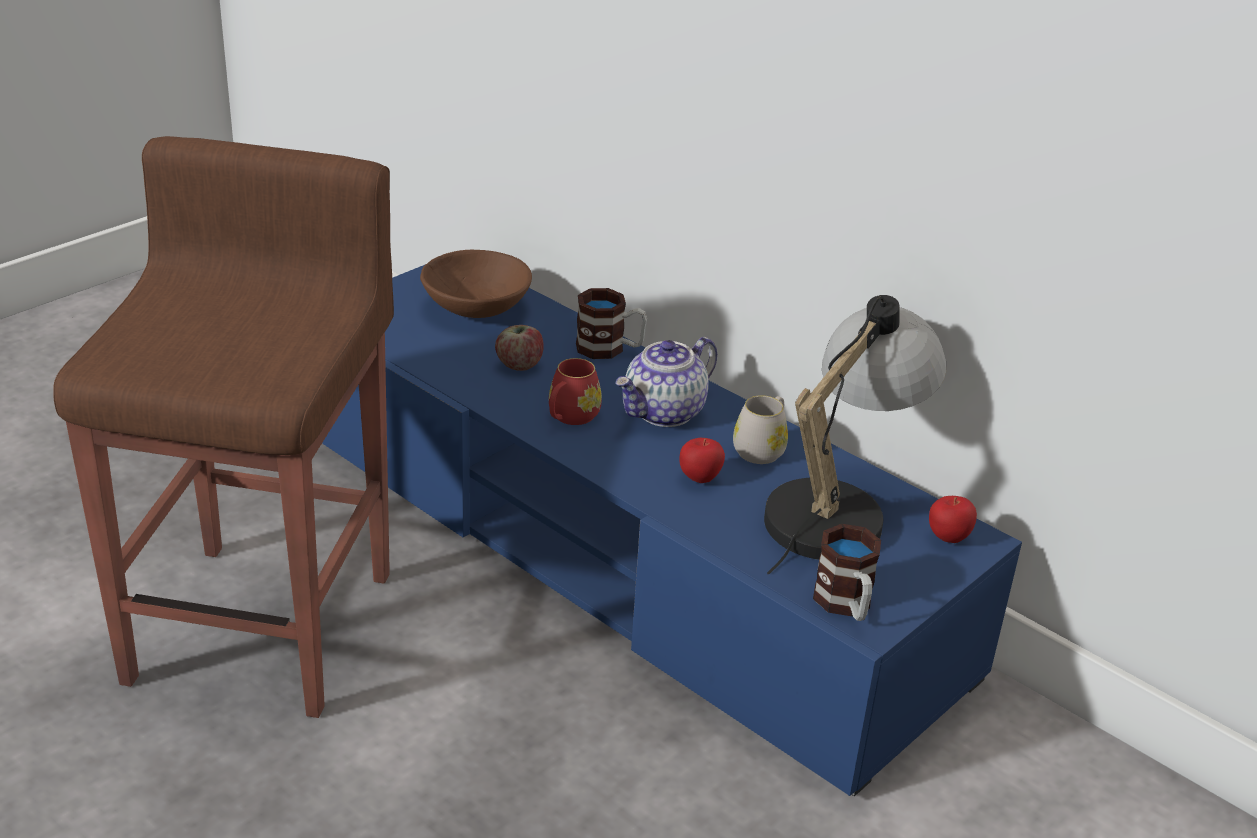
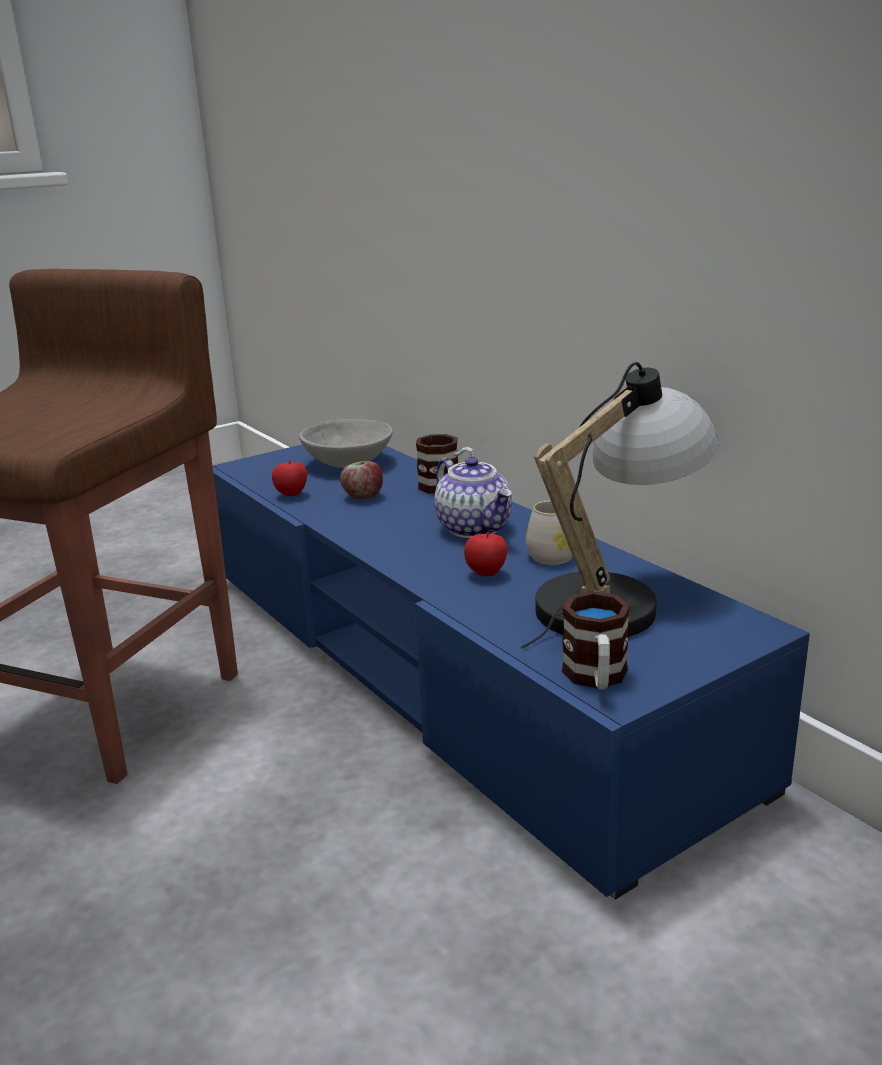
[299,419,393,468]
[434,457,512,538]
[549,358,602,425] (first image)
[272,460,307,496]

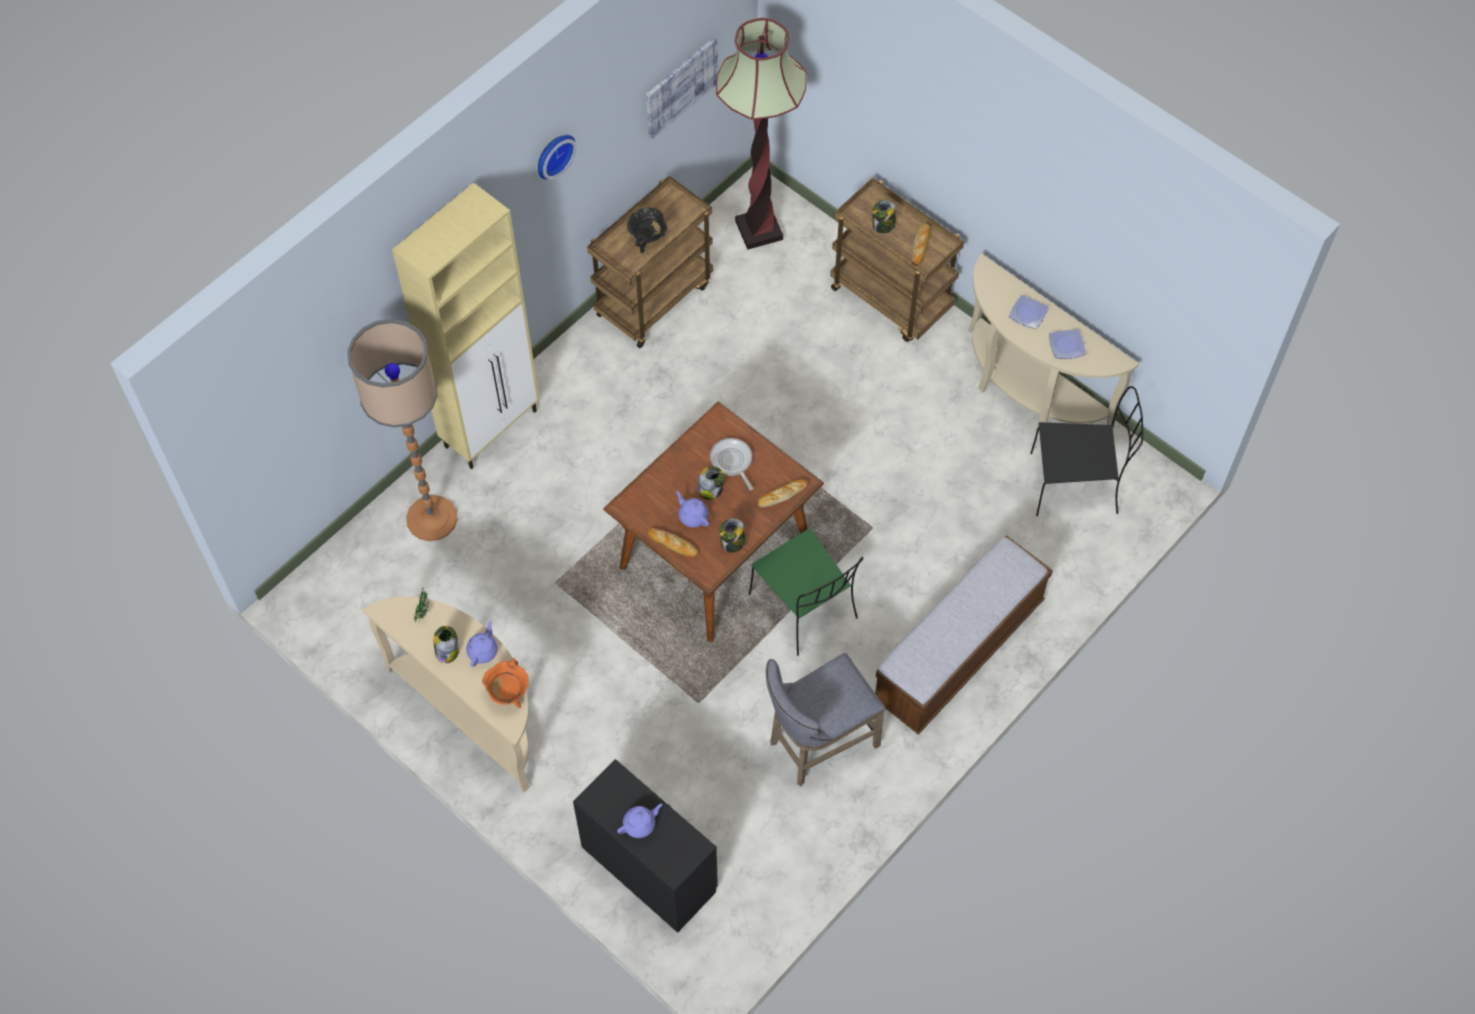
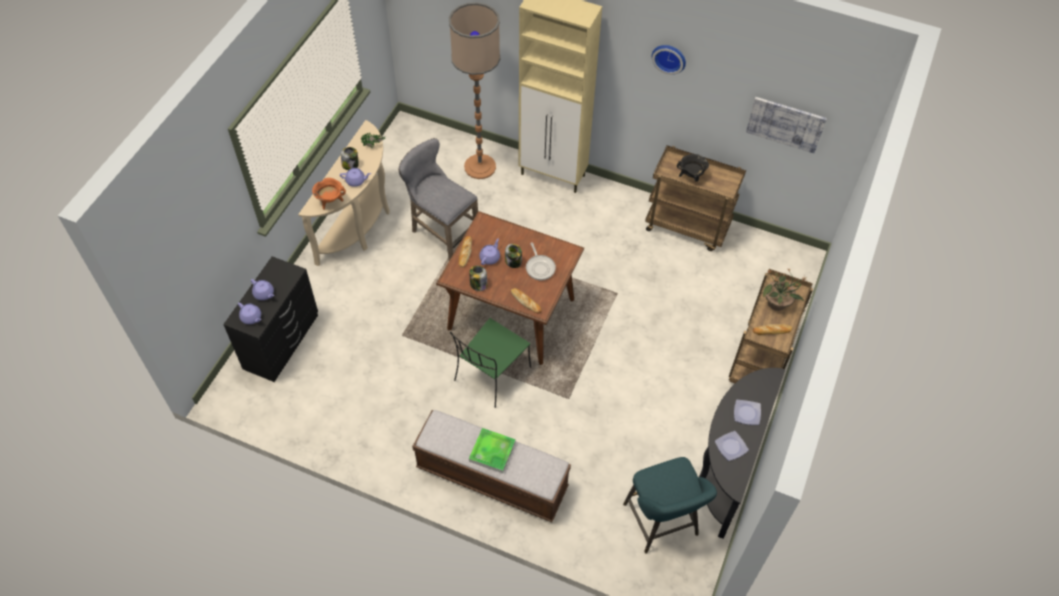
[716,18,807,250] (first image)
[763,269,806,311]
[699,368,785,539]
[623,457,717,554]
[526,242,556,280]
[399,138,478,261]
[238,302,261,324]
[469,428,516,473]

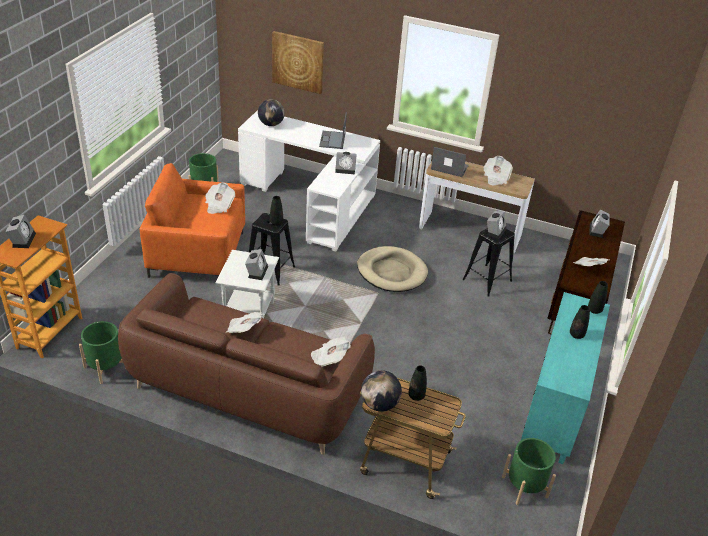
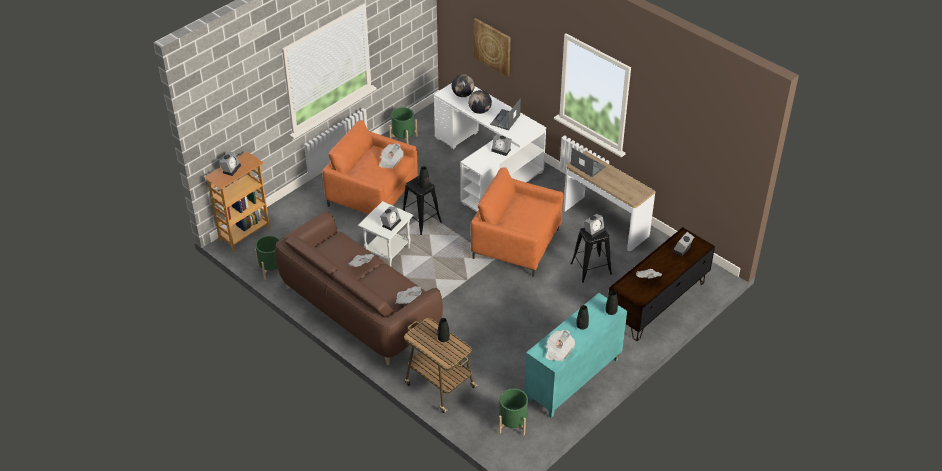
[546,330,575,362]
[471,167,563,277]
[468,90,492,114]

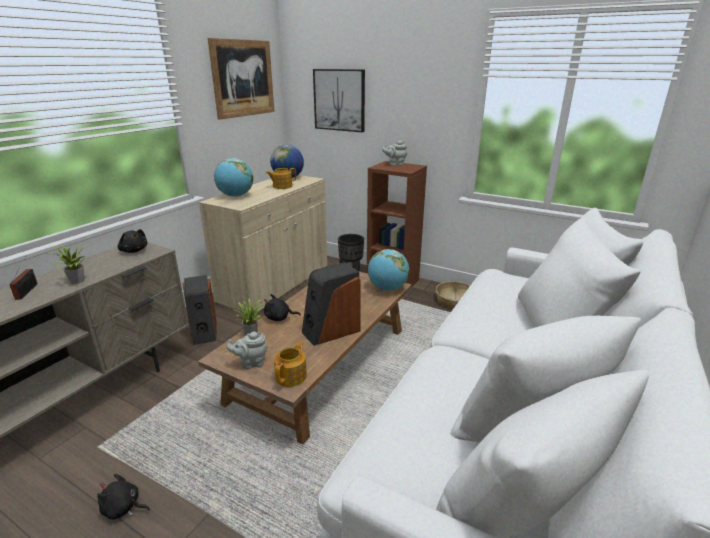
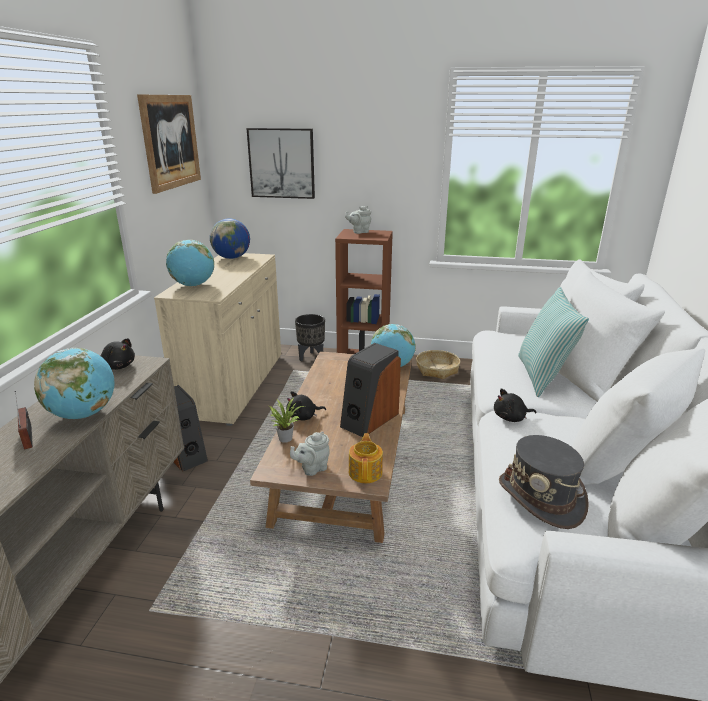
[266,168,296,189] (first image)
[34,348,115,419]
[494,389,536,422]
[518,287,589,397]
[499,435,589,529]

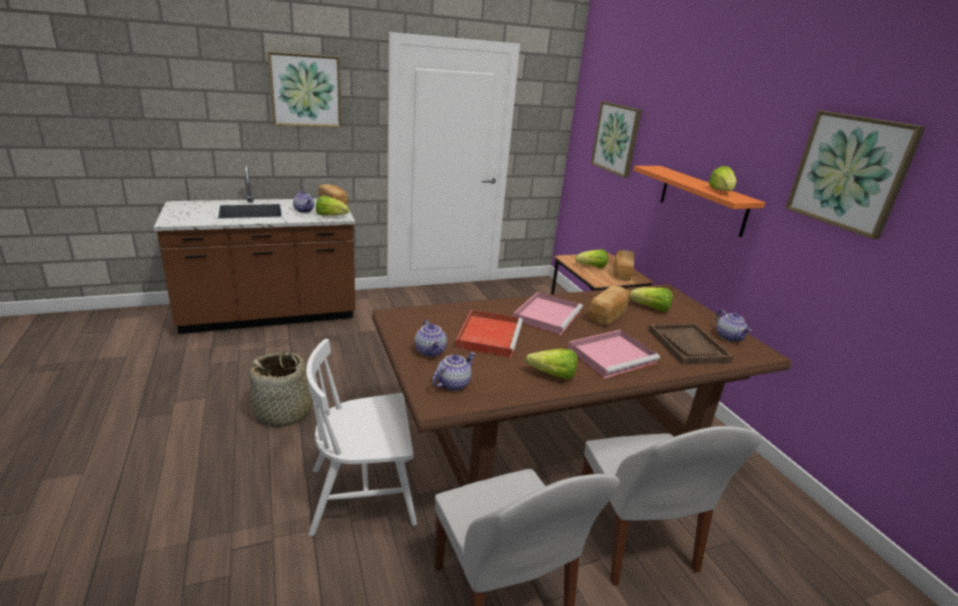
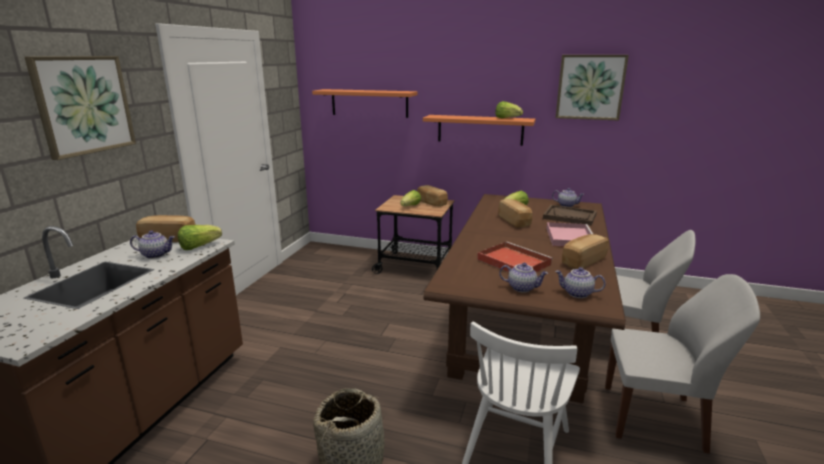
[312,89,418,118]
[513,292,583,335] (first image)
[562,234,609,269]
[555,267,606,298]

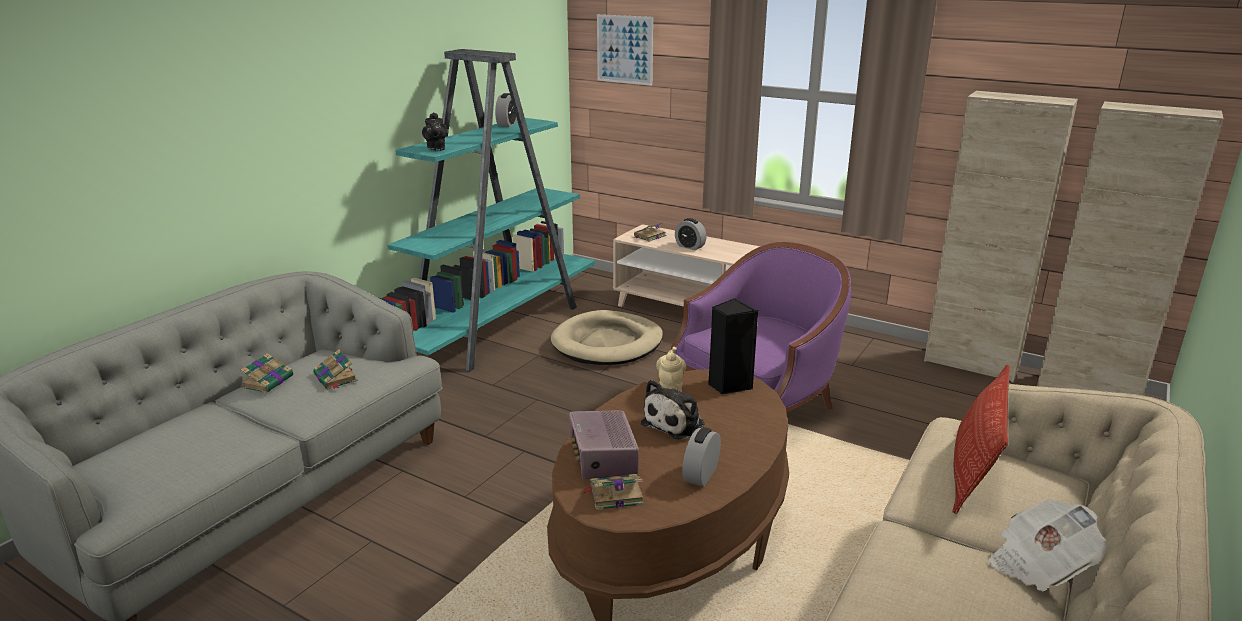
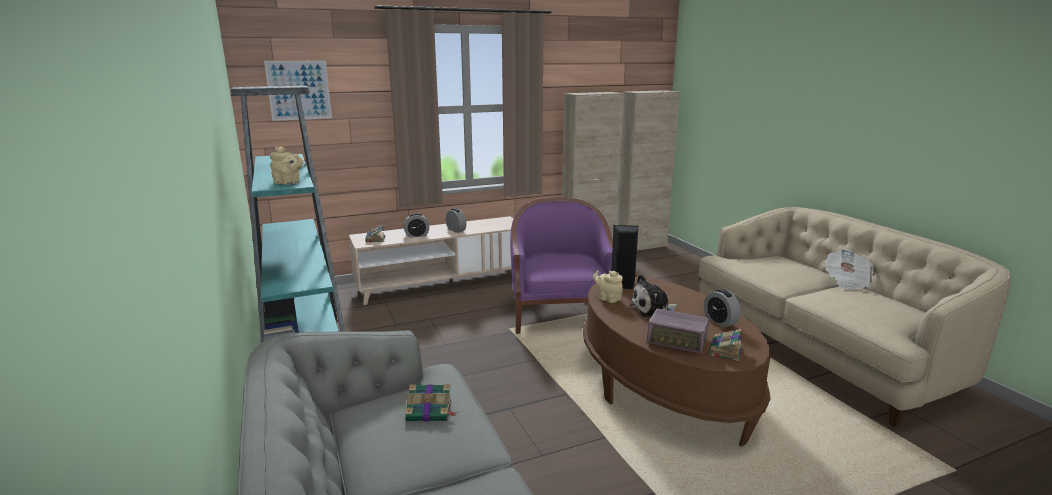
[446,208,466,233]
[270,146,304,185]
[551,310,663,365] (first image)
[240,353,293,393] (first image)
[952,365,1010,514] (first image)
[629,275,678,318]

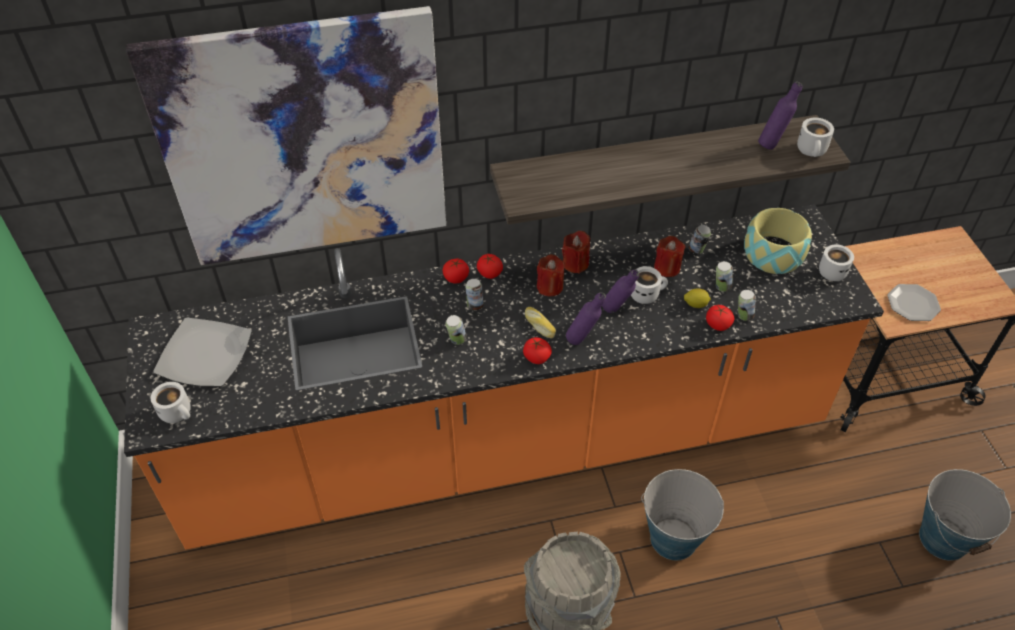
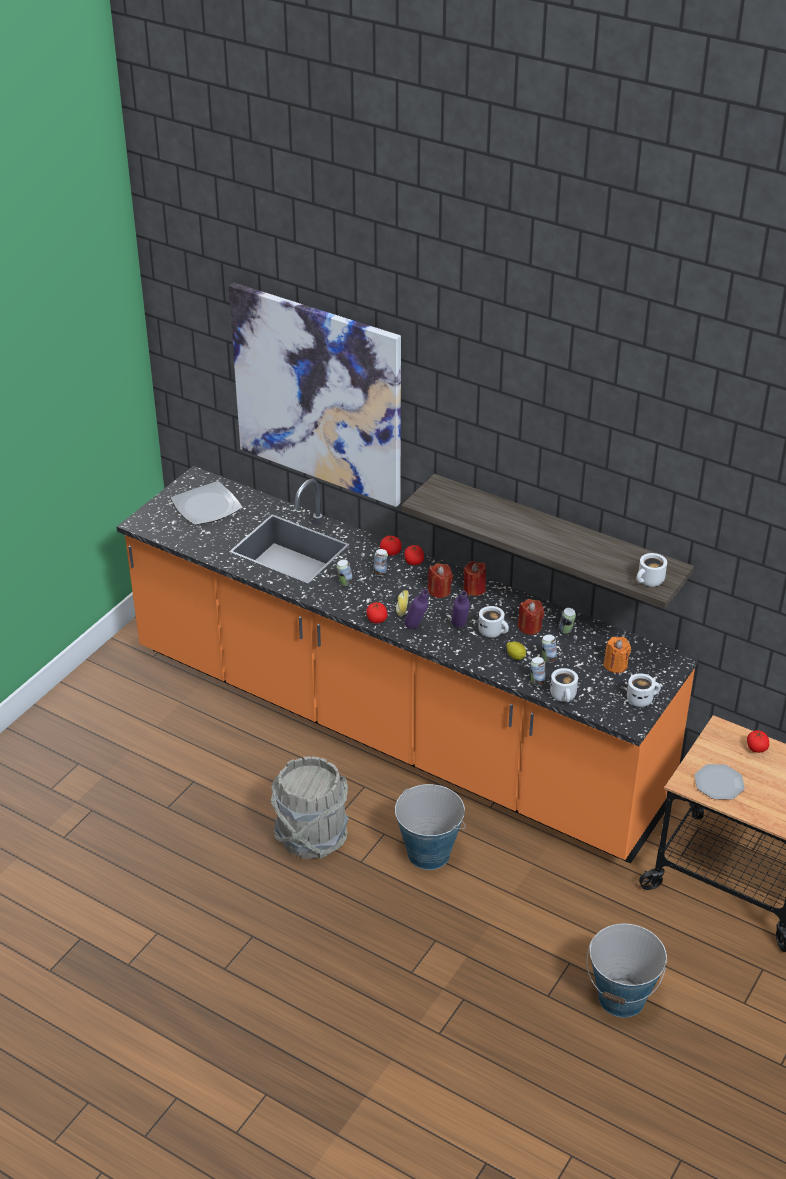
[758,81,803,150] (first image)
[603,637,631,673]
[747,730,769,753]
[550,668,578,702]

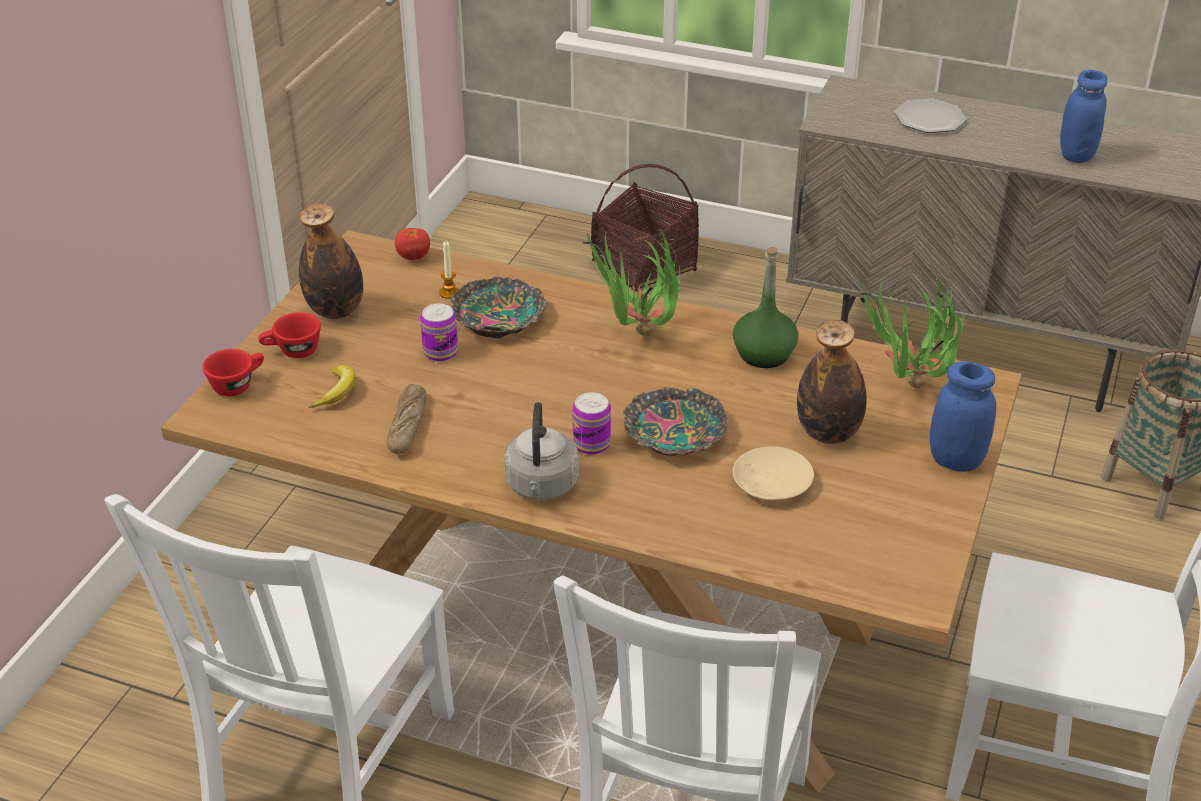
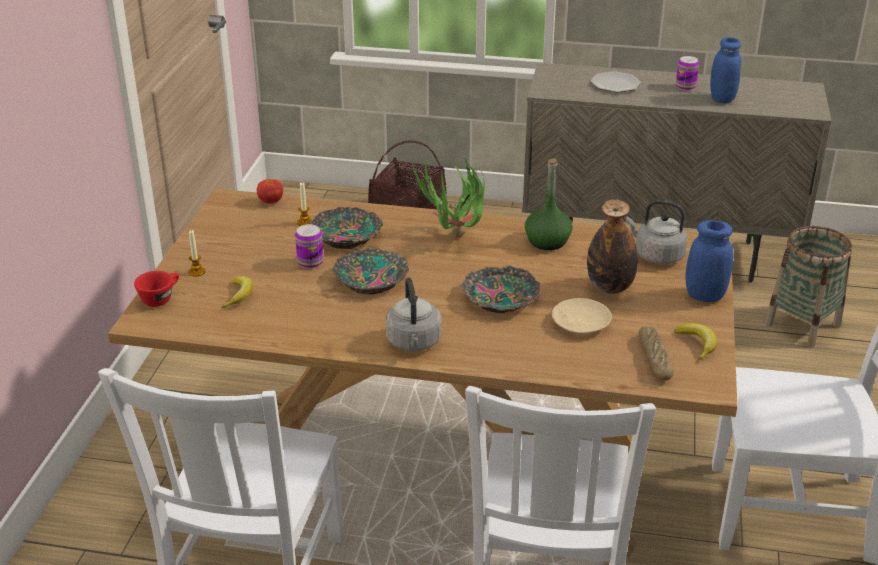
[299,203,363,319] (first image)
[626,200,688,265]
[188,230,205,277]
[639,326,674,381]
[676,56,699,90]
[332,248,409,295]
[674,323,717,360]

